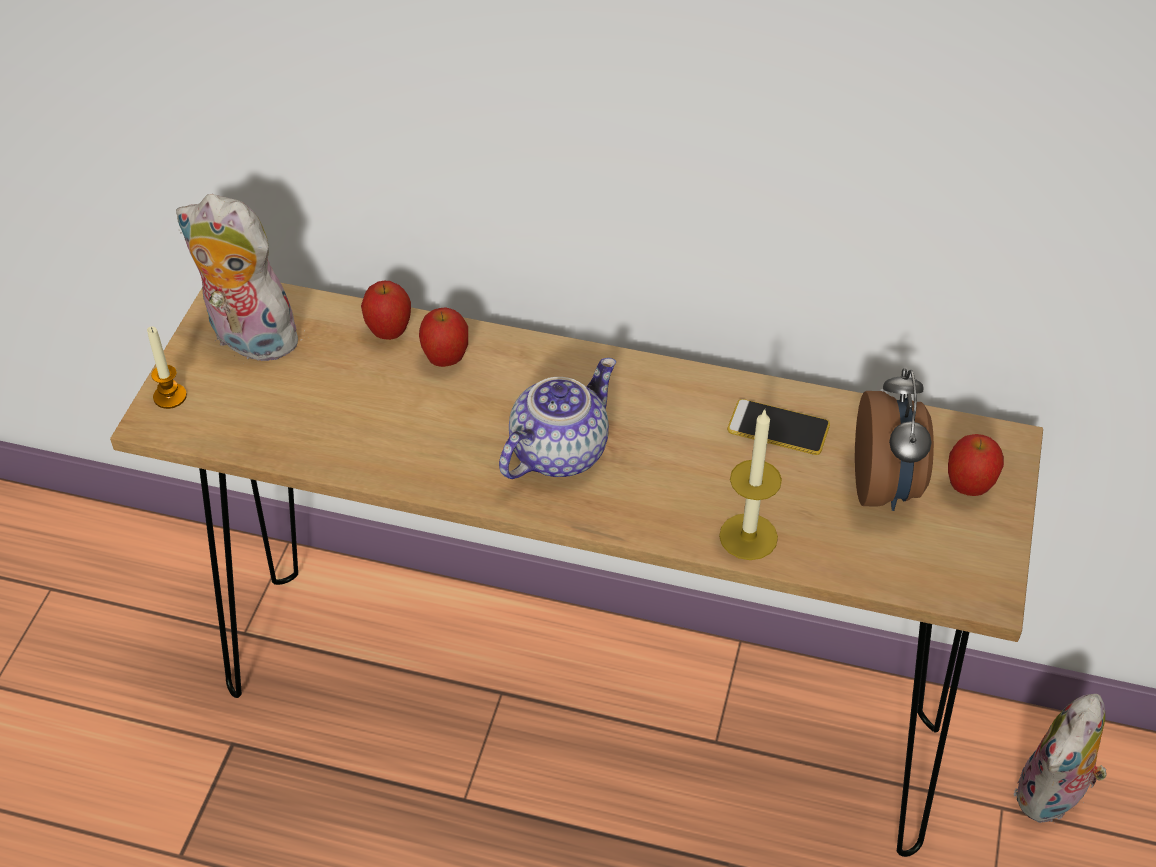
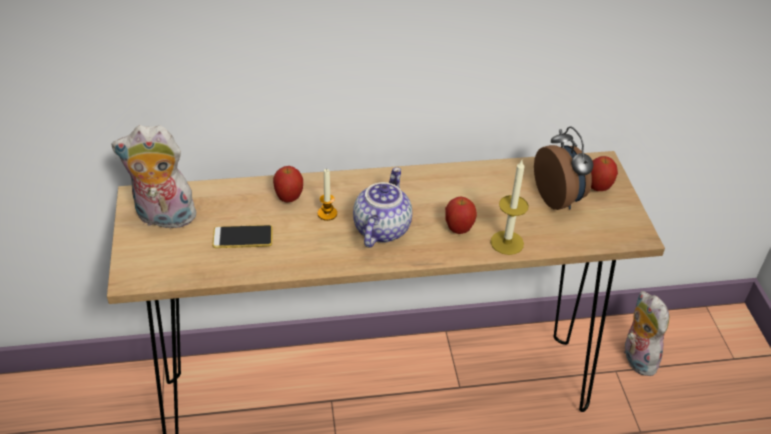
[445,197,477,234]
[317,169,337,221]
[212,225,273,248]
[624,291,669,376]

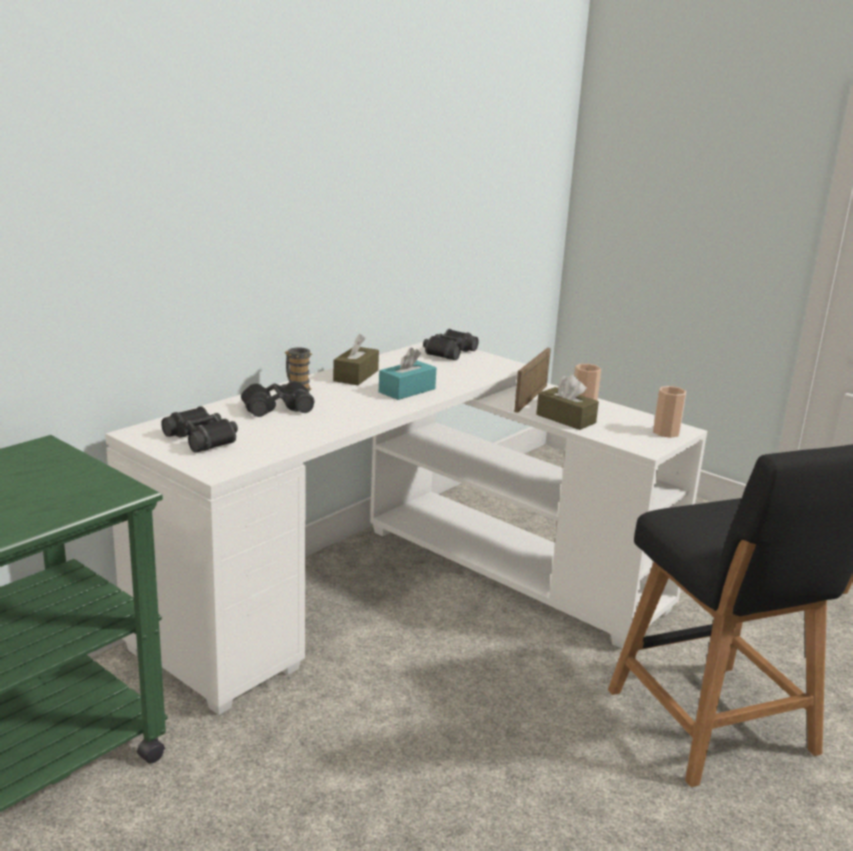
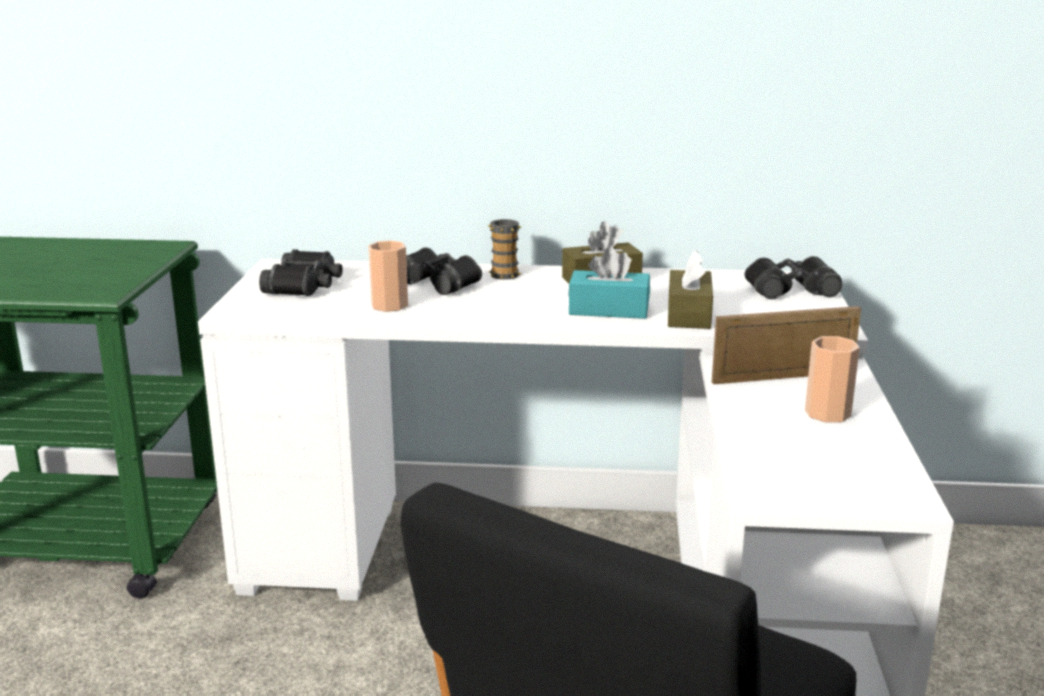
[668,250,713,329]
[368,240,408,312]

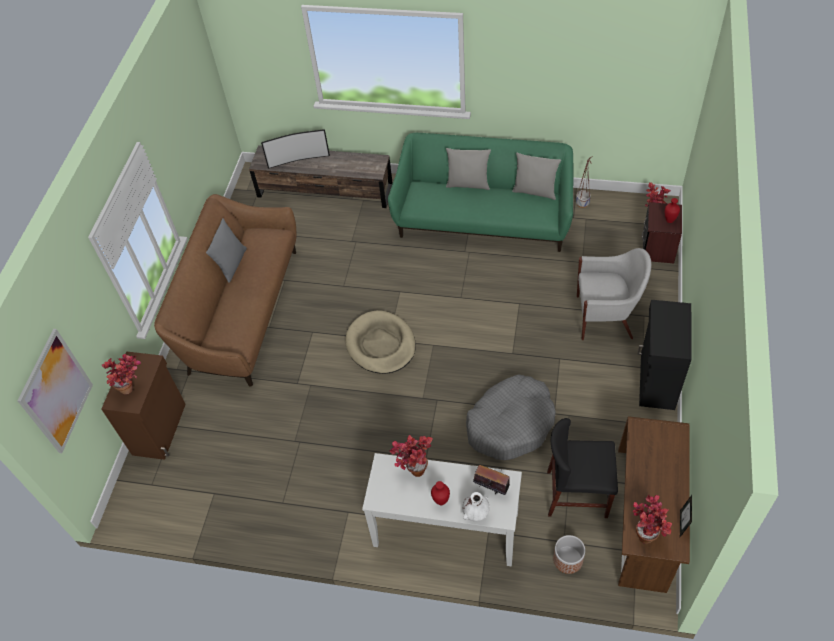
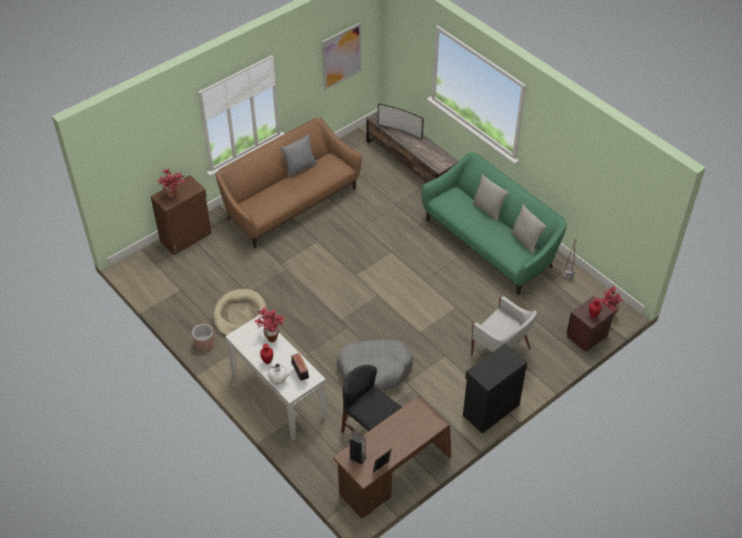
[213,289,267,336]
[322,22,362,90]
[349,432,366,465]
[192,324,215,351]

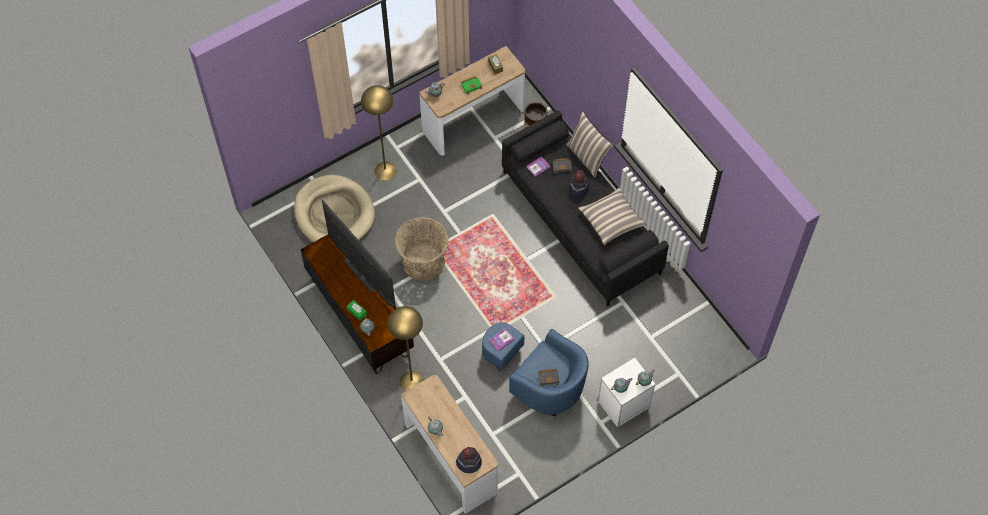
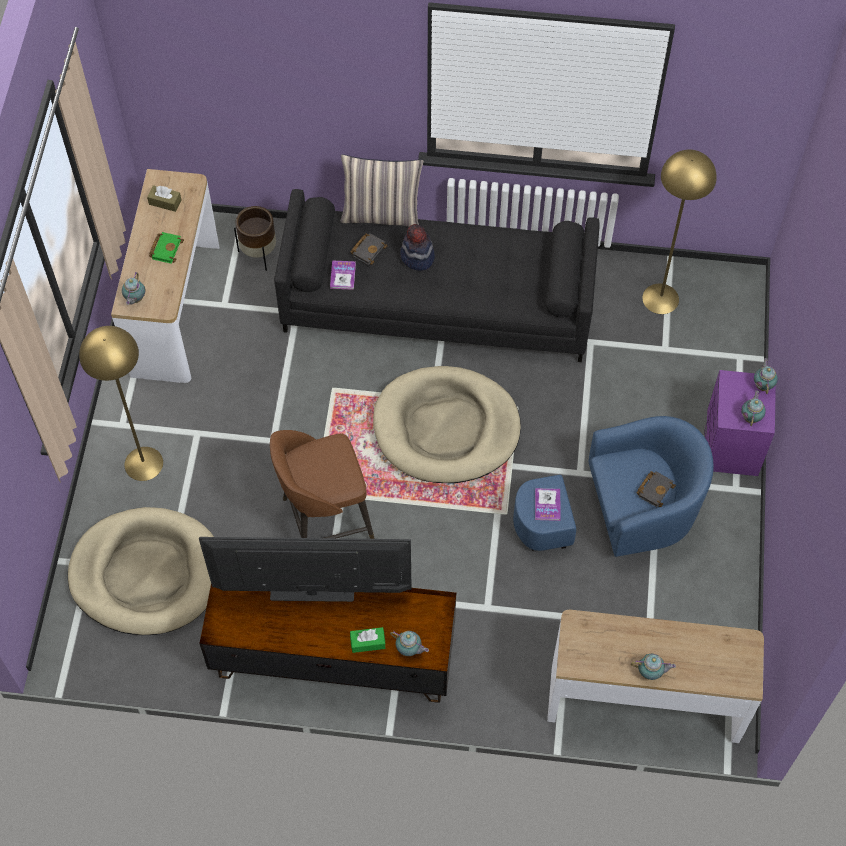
[578,188,647,245] (first image)
[270,430,375,539]
[642,150,717,314]
[705,370,776,476]
[456,447,482,473] (first image)
[373,366,521,483]

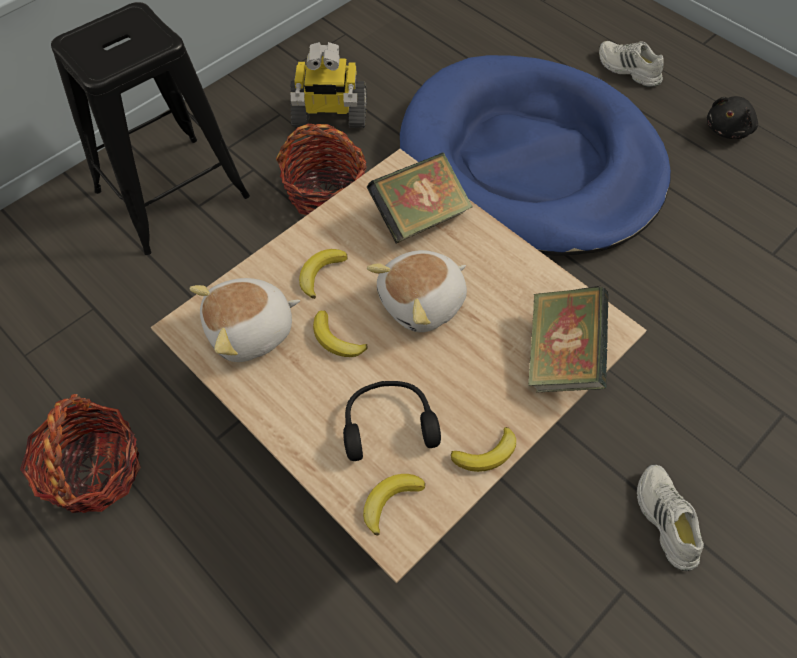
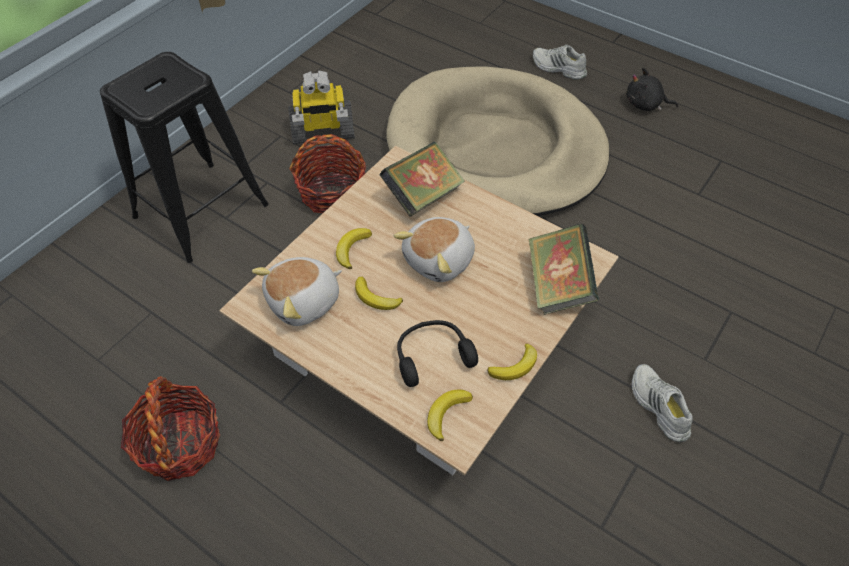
[387,66,610,216]
[626,67,678,111]

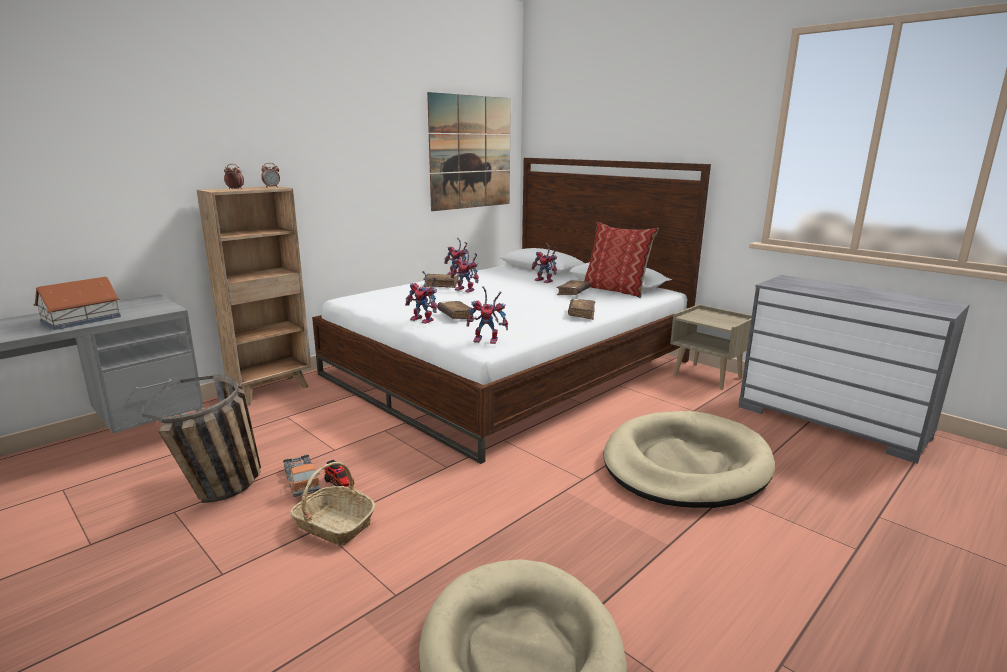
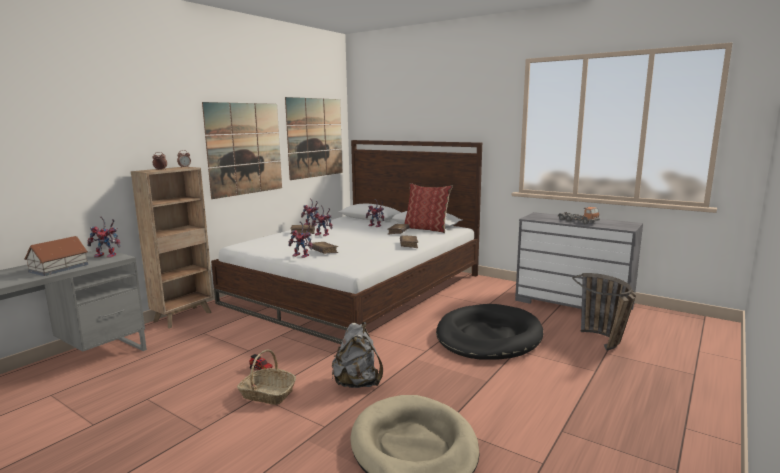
[87,216,120,258]
[670,304,752,390] (first image)
[572,273,636,350]
[436,304,543,360]
[558,207,600,224]
[202,102,282,199]
[332,322,383,388]

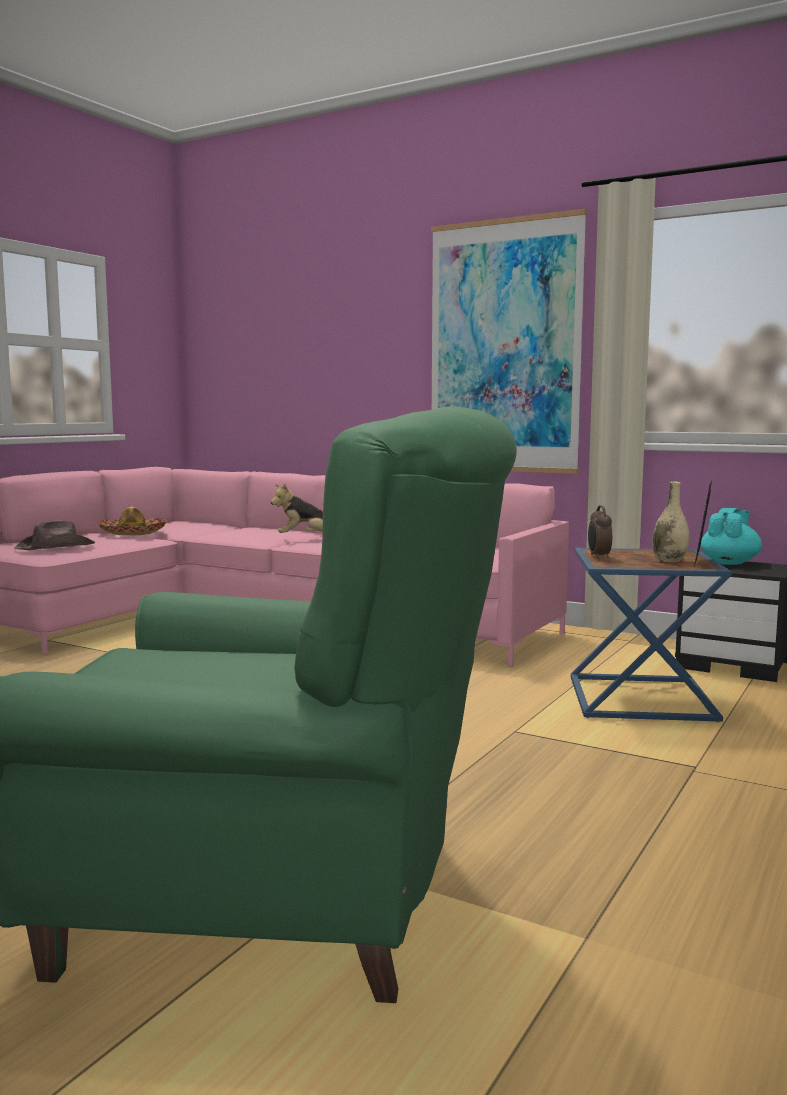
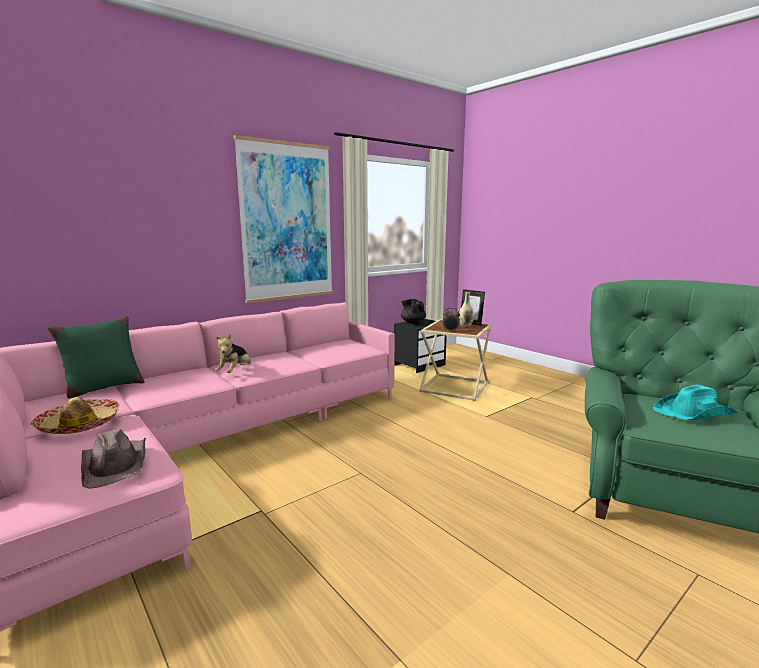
[401,299,426,324]
[419,319,492,401]
[47,316,145,399]
[653,385,738,420]

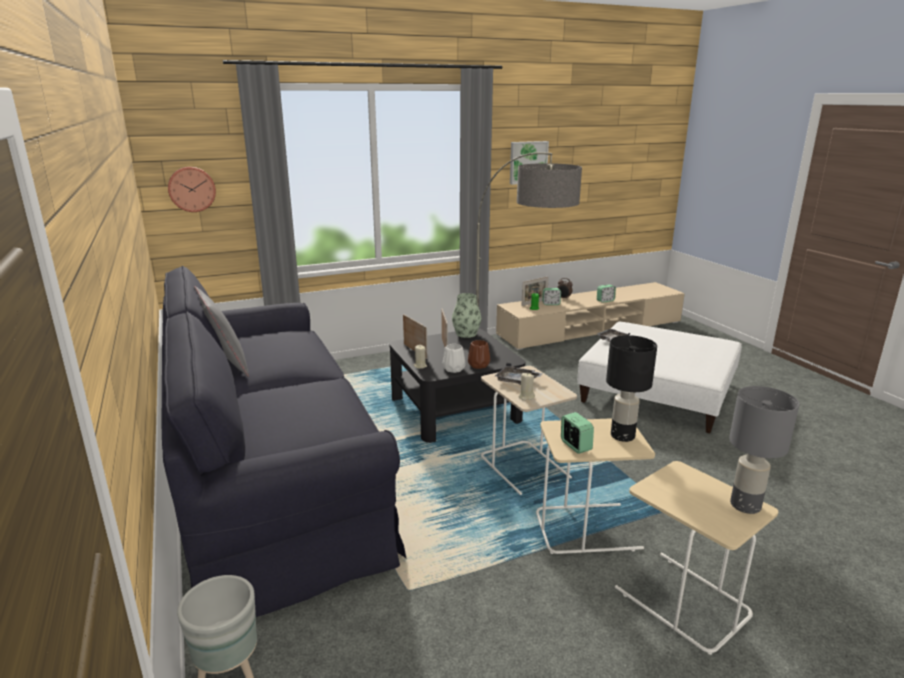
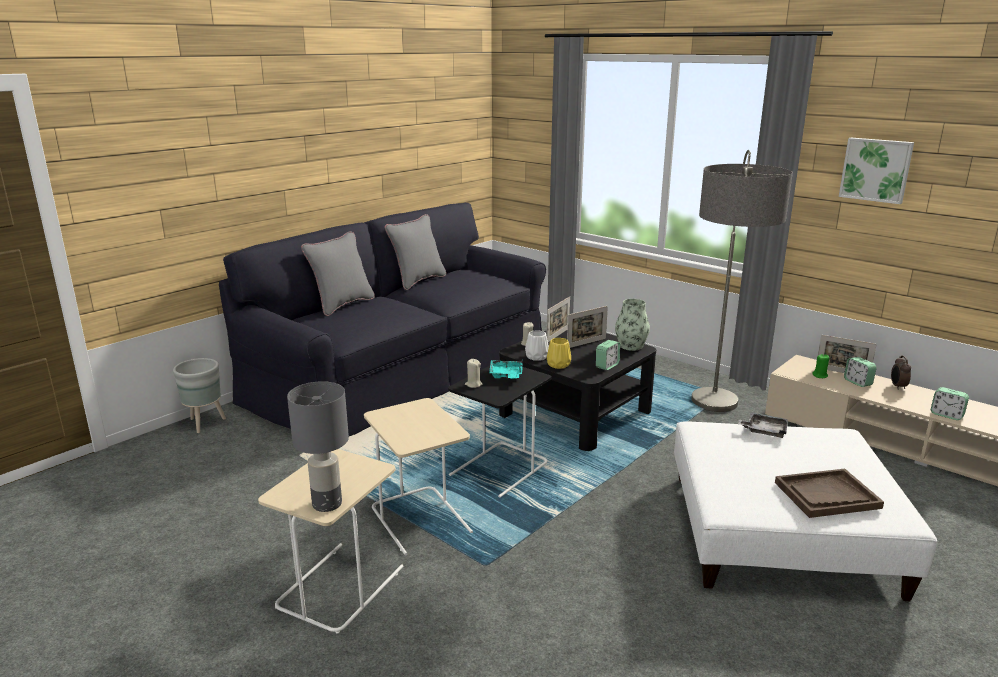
[168,167,216,212] (first image)
[606,335,657,442] (first image)
[547,338,571,369]
[489,360,522,379]
[448,366,551,497]
[596,340,620,370]
[301,231,375,316]
[775,469,884,518]

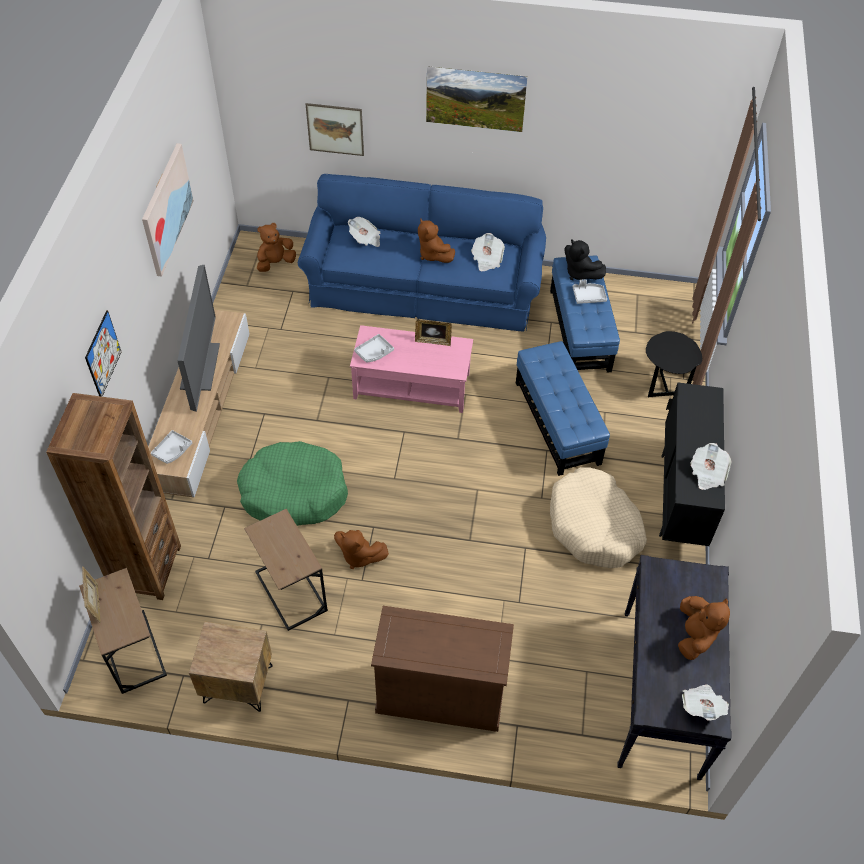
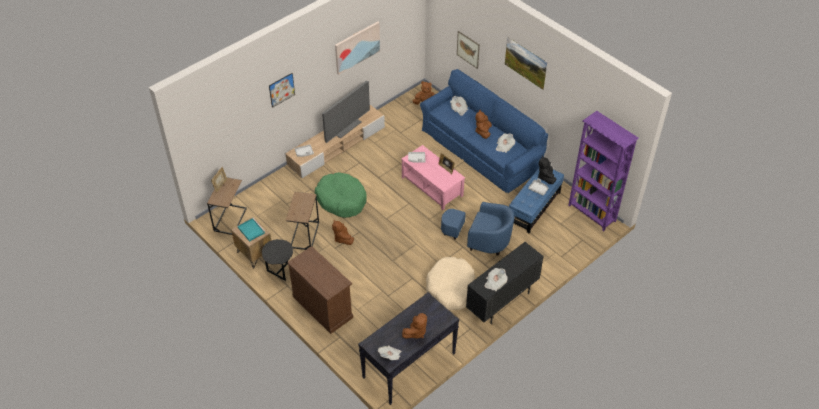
[262,239,293,281]
[441,202,515,255]
[46,393,181,600] (first image)
[568,111,639,232]
[238,218,265,242]

